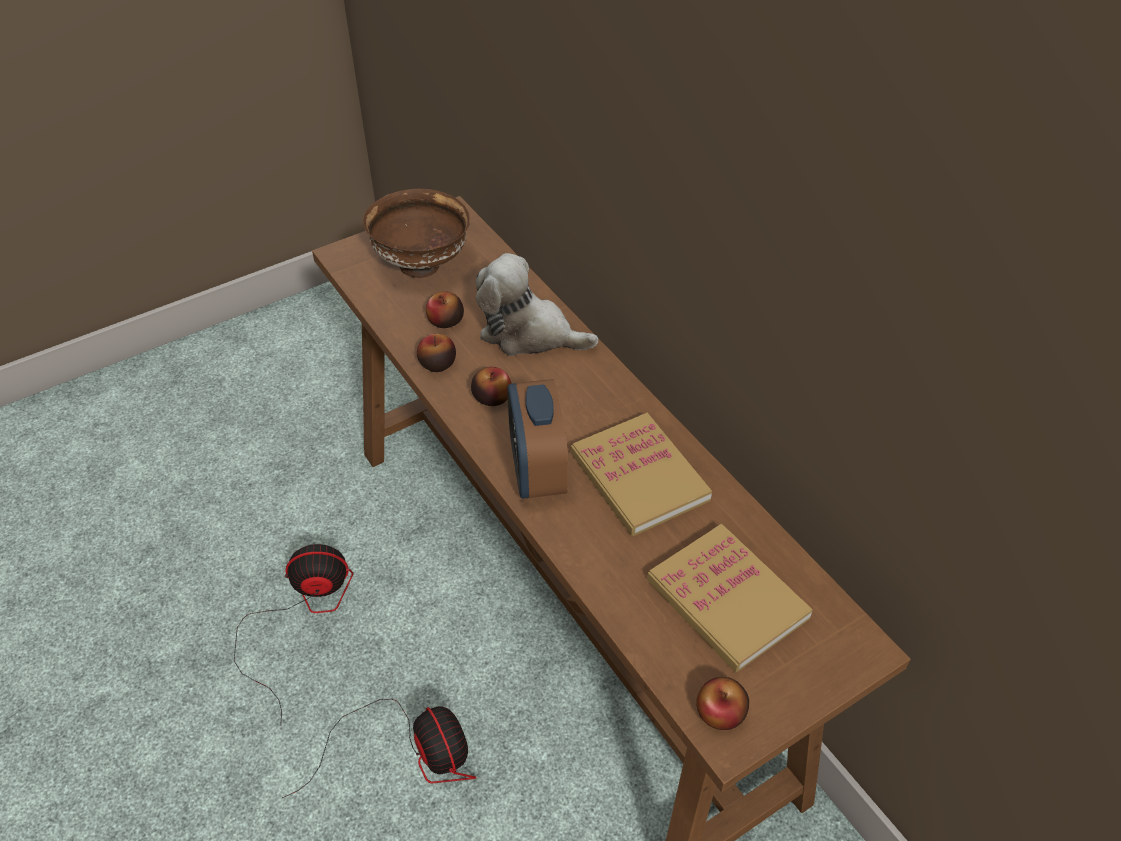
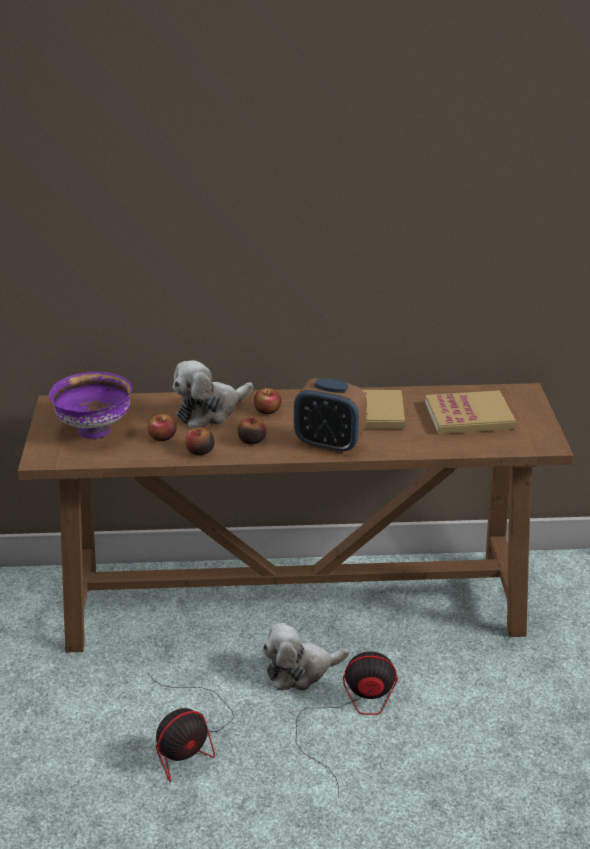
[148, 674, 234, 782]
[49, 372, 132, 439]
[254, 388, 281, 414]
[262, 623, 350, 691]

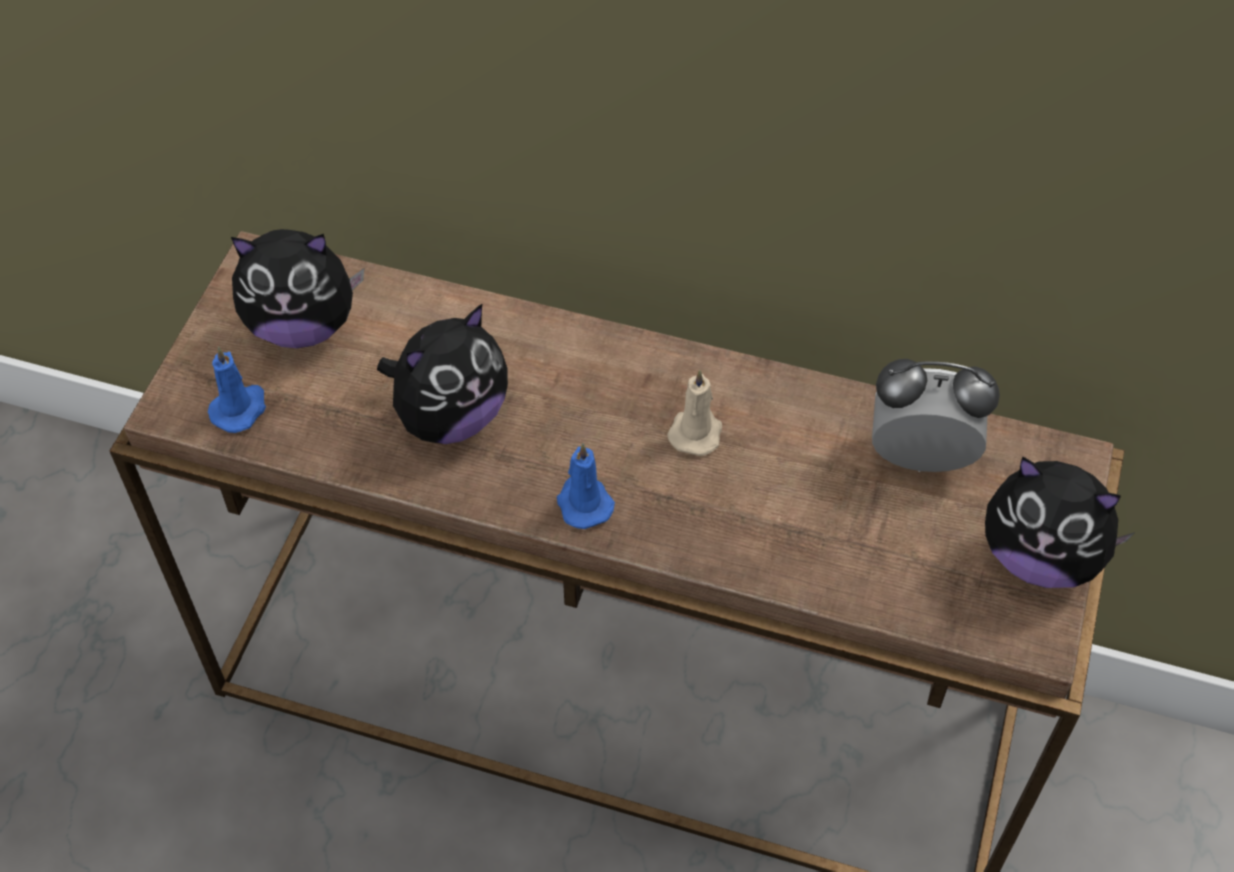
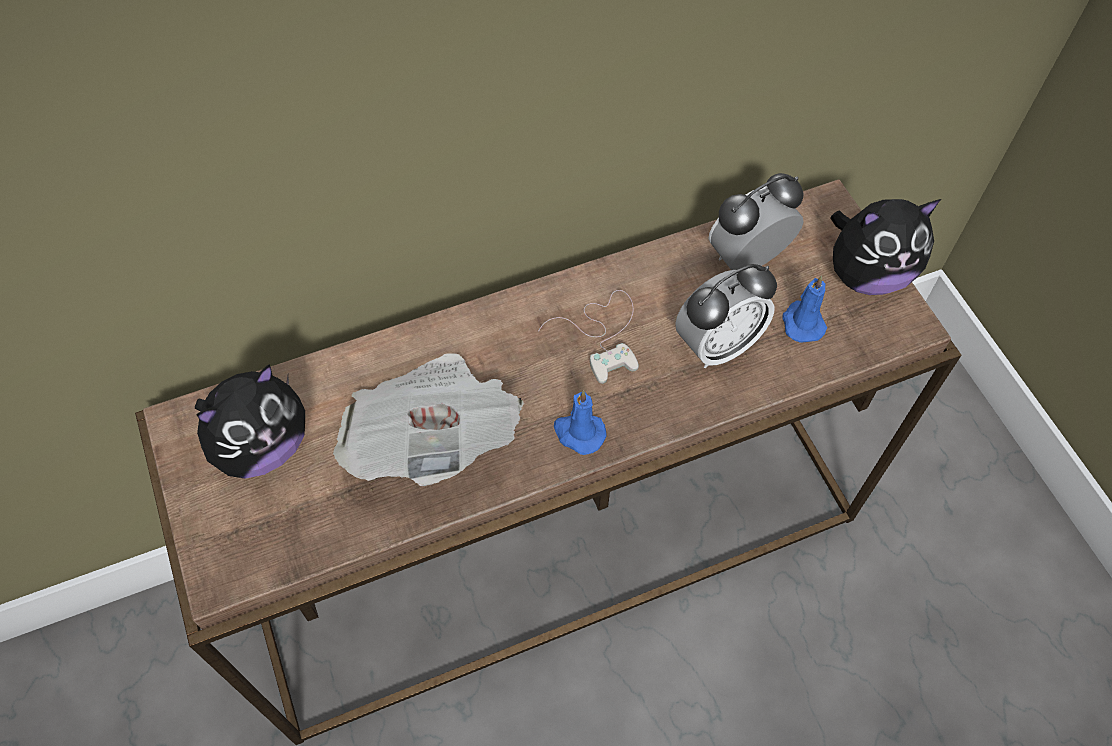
[783, 275, 827, 343]
[333, 353, 524, 486]
[539, 290, 639, 384]
[675, 264, 777, 368]

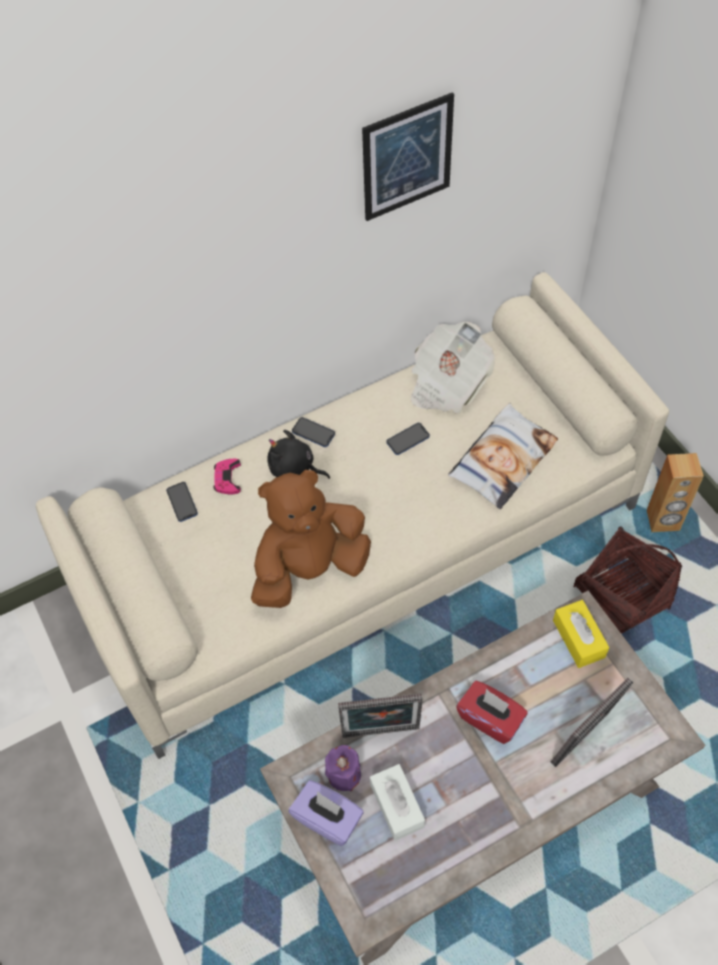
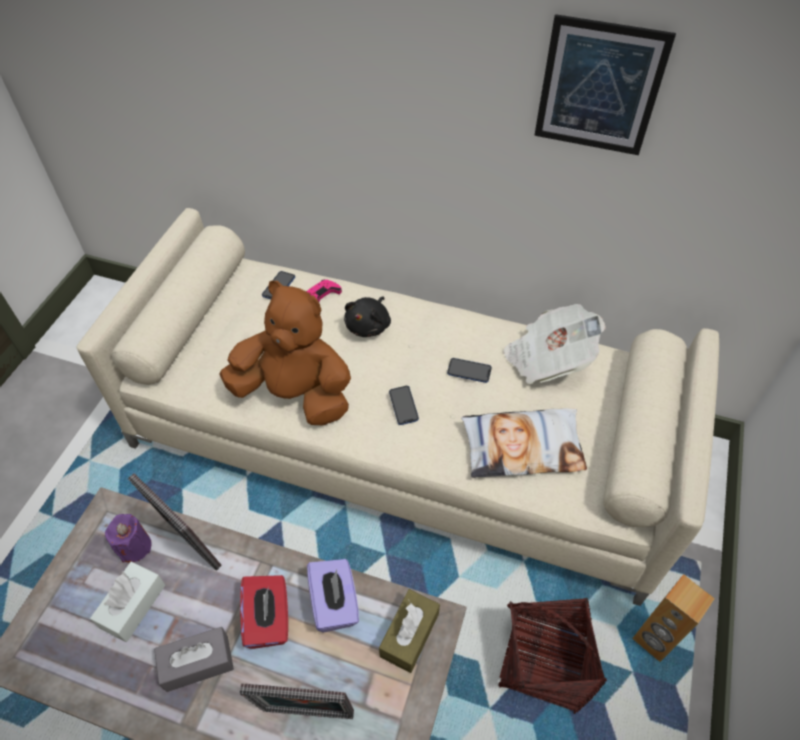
[344, 296, 391, 337]
[307, 559, 359, 633]
[389, 386, 419, 425]
[379, 589, 440, 673]
[154, 627, 234, 692]

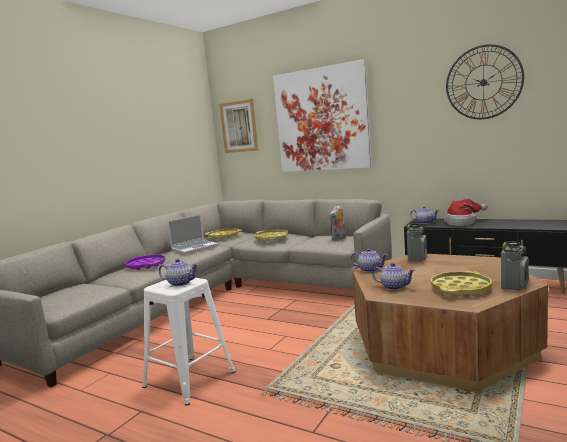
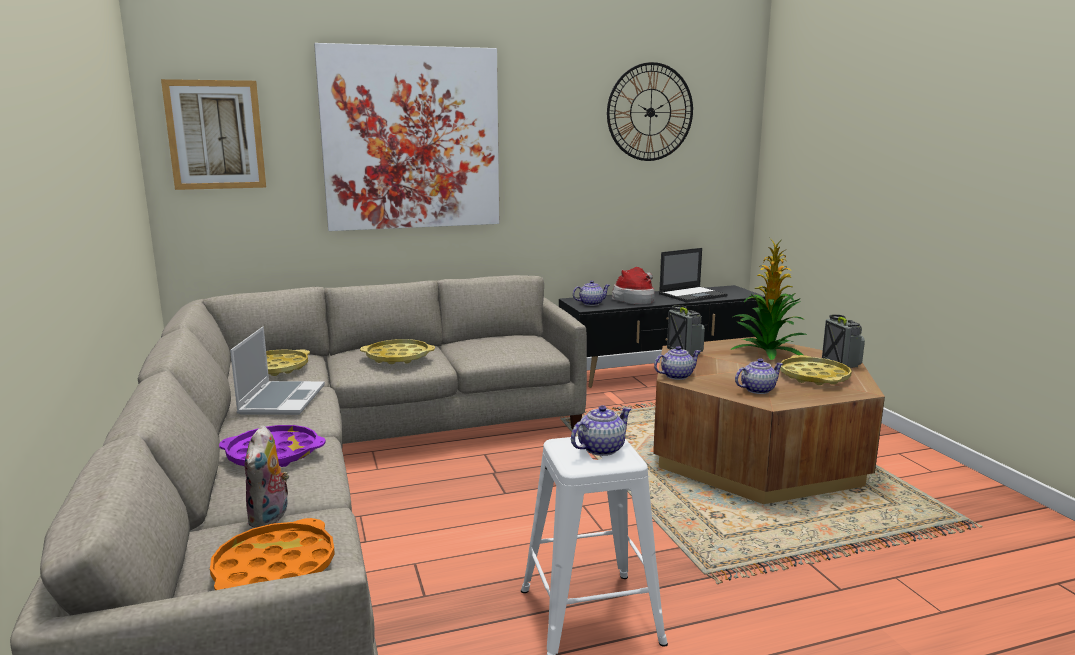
[245, 425, 289, 528]
[210, 518, 335, 590]
[659, 248, 728, 302]
[731, 240, 807, 360]

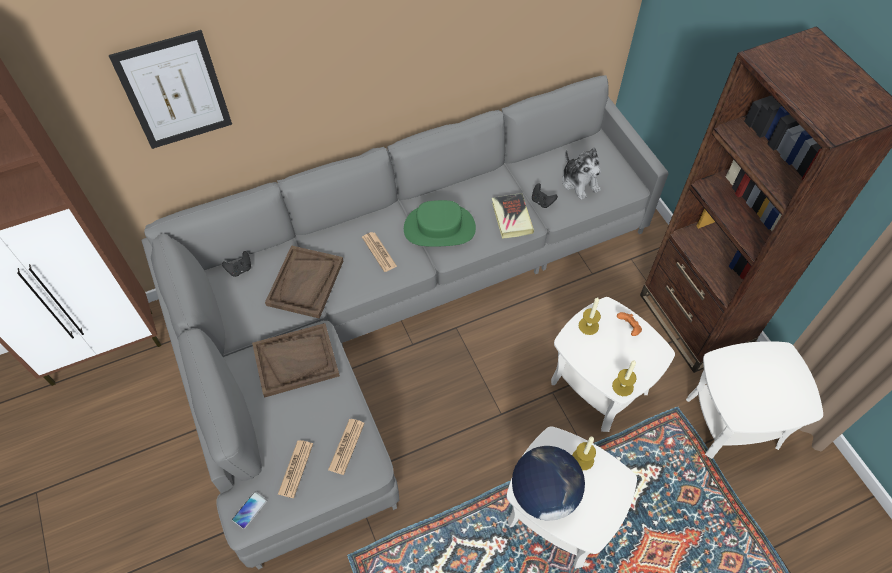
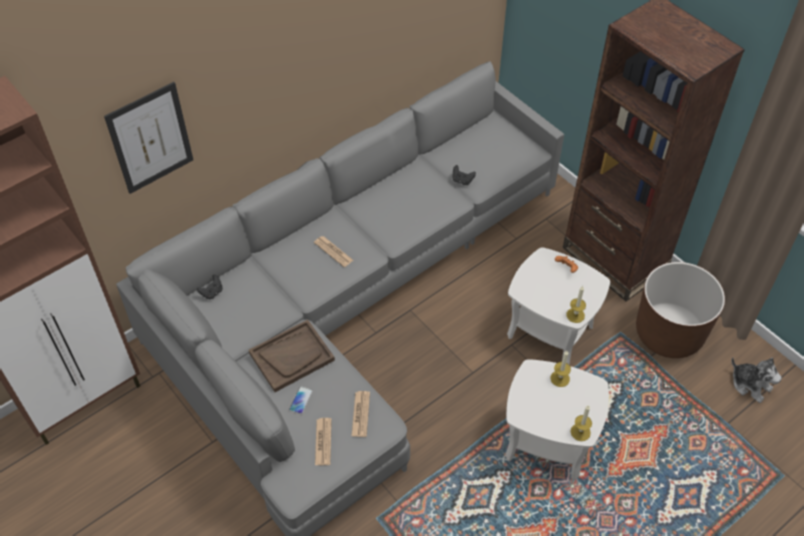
[289, 386, 313, 414]
[265, 245, 343, 319] (first image)
[404, 200, 476, 247] (first image)
[492, 193, 534, 239] (first image)
[512, 446, 585, 520] (first image)
[731, 357, 782, 403]
[570, 405, 592, 441]
[636, 262, 725, 358]

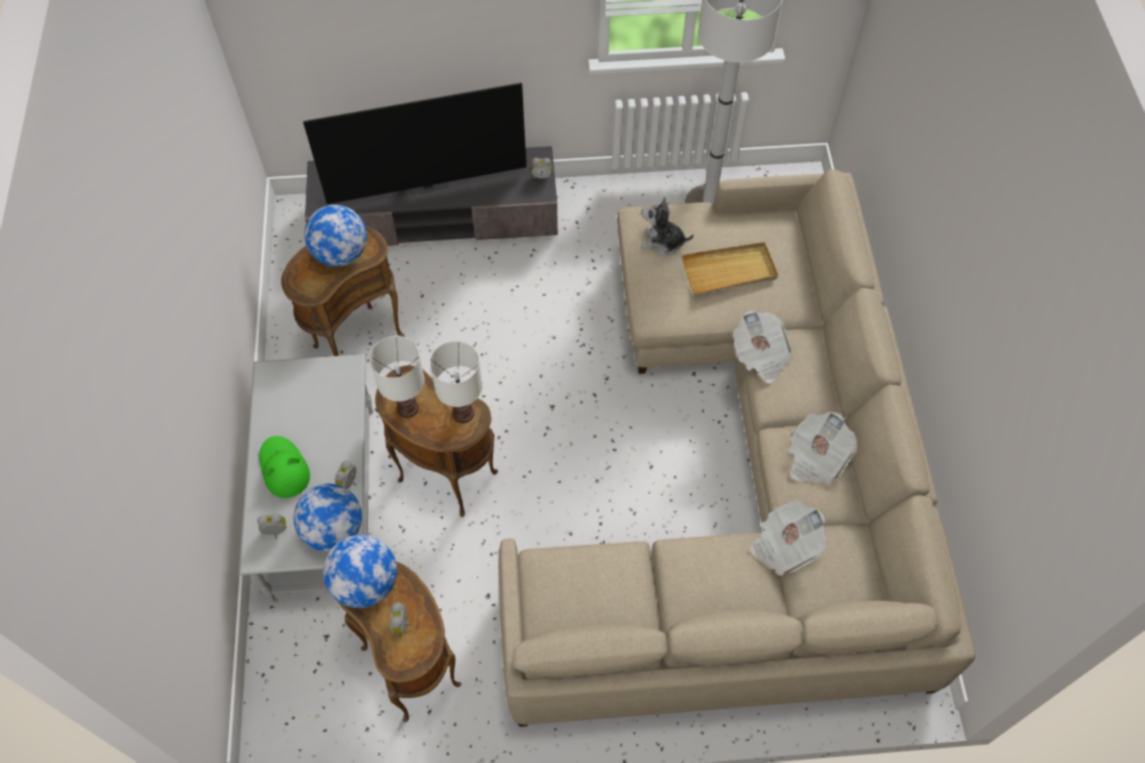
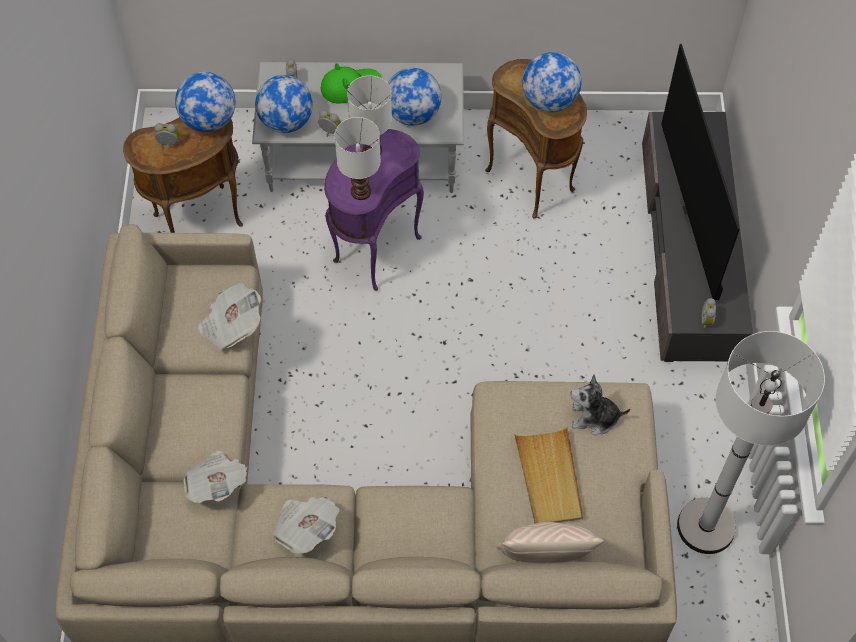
[324, 129, 424, 291]
[571, 374, 630, 435]
[198, 283, 262, 351]
[388, 68, 441, 126]
[496, 522, 604, 563]

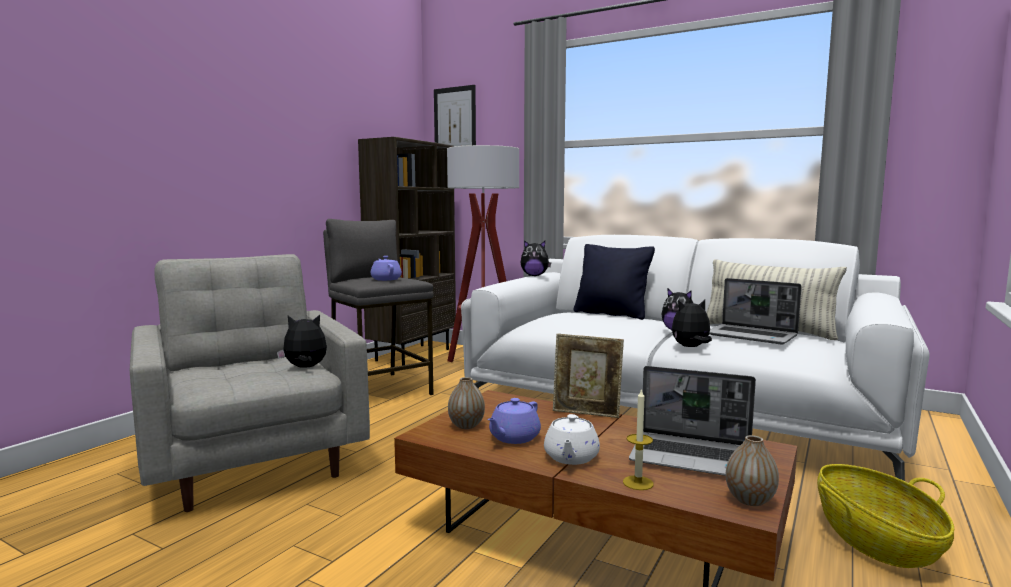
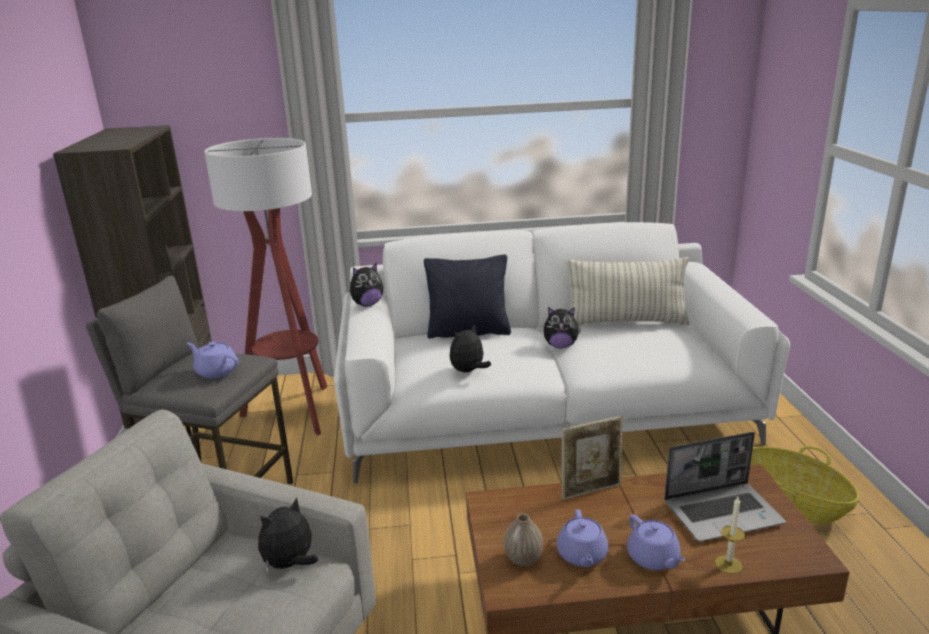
[434, 85, 476, 146] (first image)
[627, 514, 685, 570]
[449, 324, 491, 372]
[709, 278, 802, 345] (first image)
[726, 435, 779, 506] (first image)

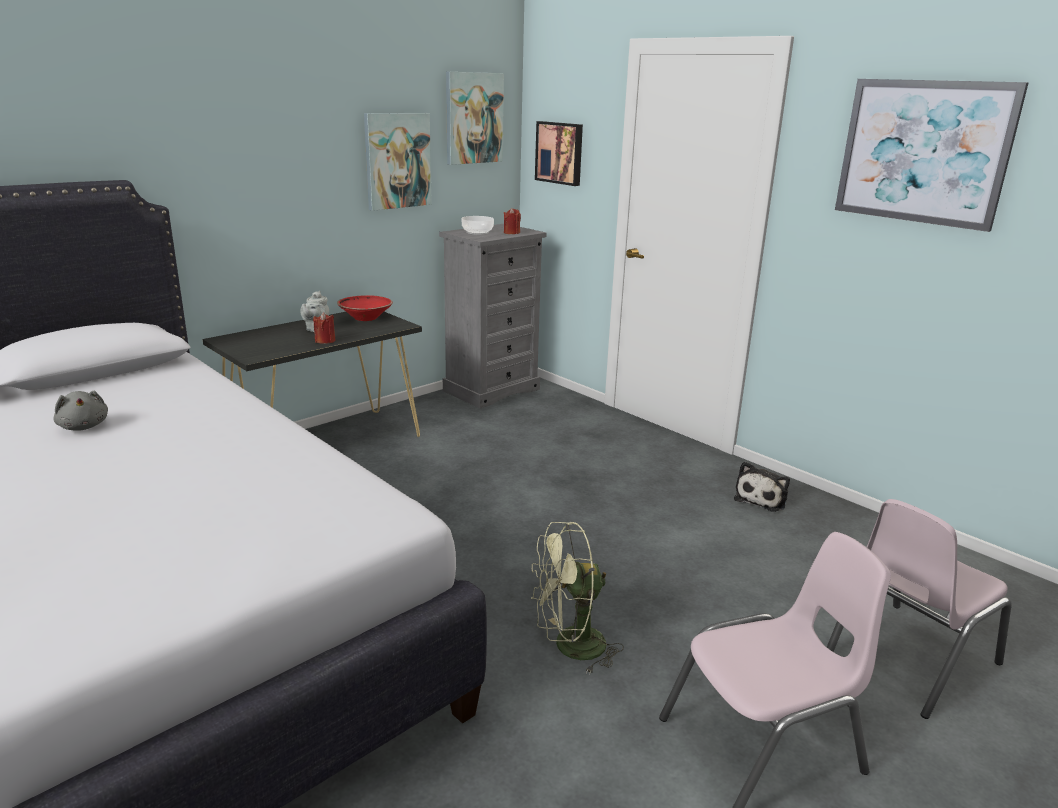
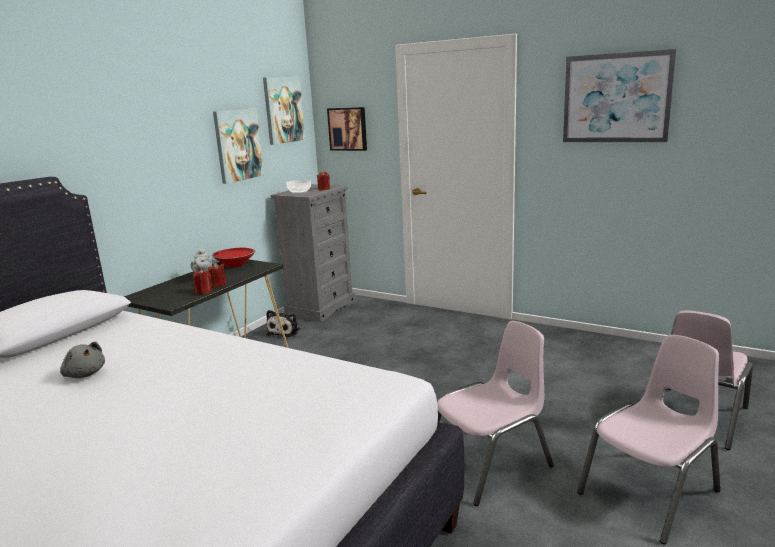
[437, 321, 554, 506]
[266, 310, 301, 337]
[193, 269, 212, 294]

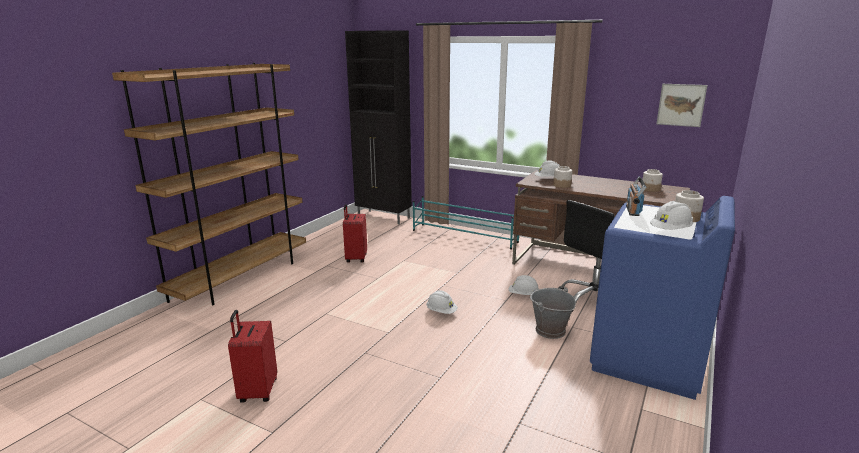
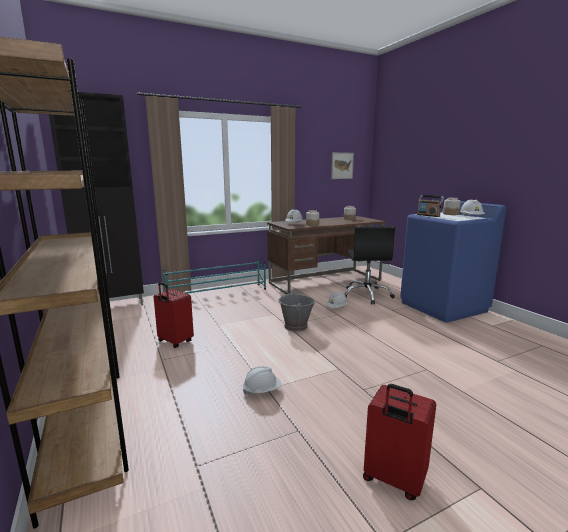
[242, 366, 281, 395]
[278, 291, 316, 332]

